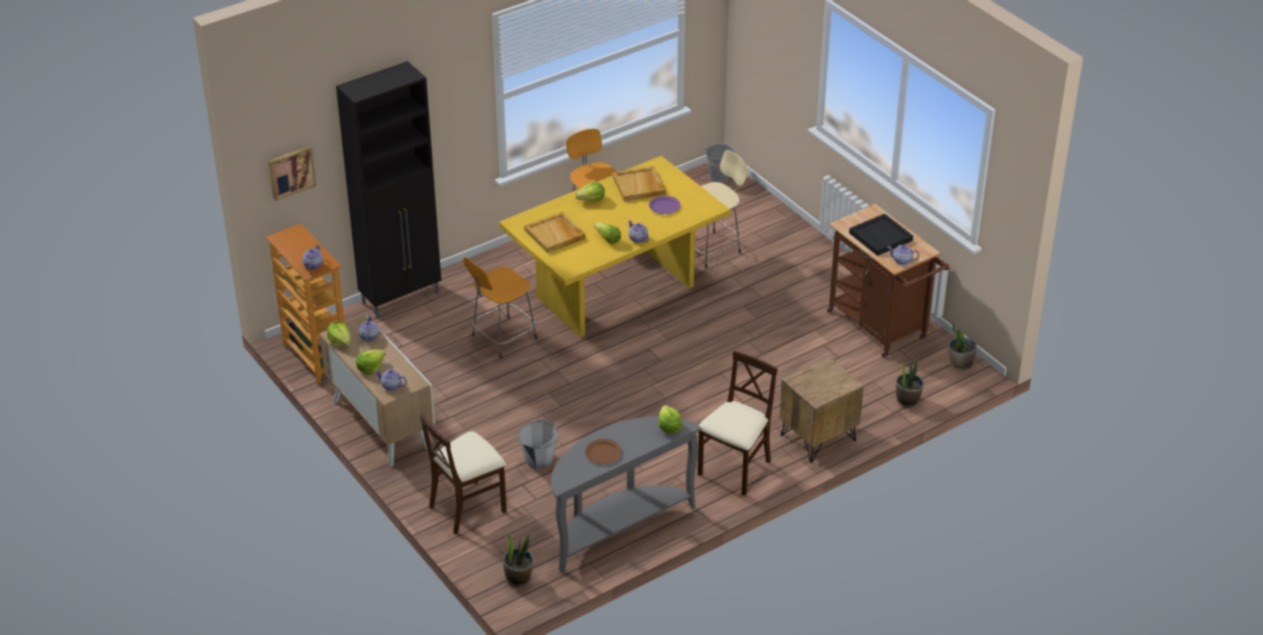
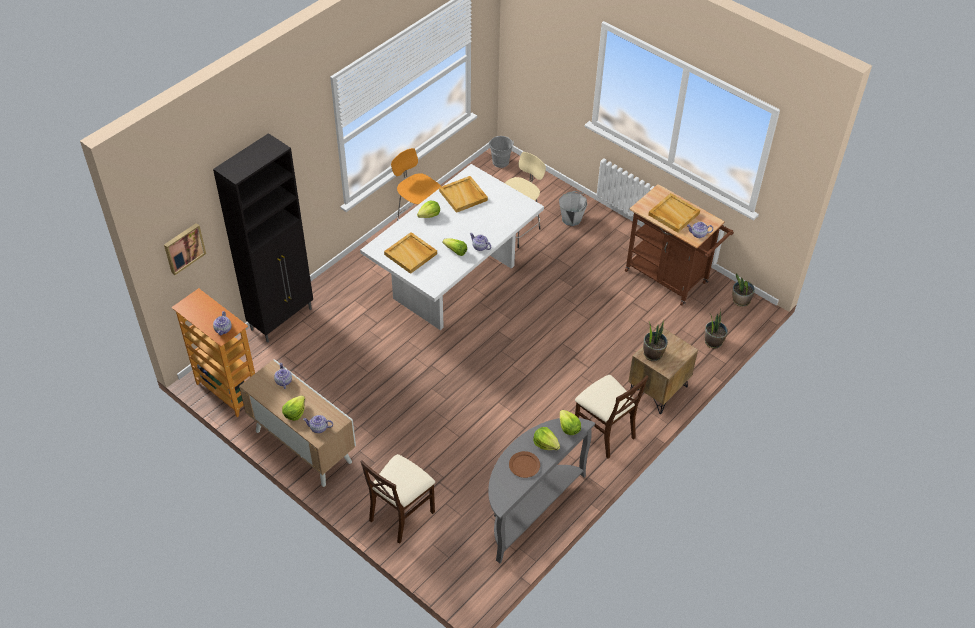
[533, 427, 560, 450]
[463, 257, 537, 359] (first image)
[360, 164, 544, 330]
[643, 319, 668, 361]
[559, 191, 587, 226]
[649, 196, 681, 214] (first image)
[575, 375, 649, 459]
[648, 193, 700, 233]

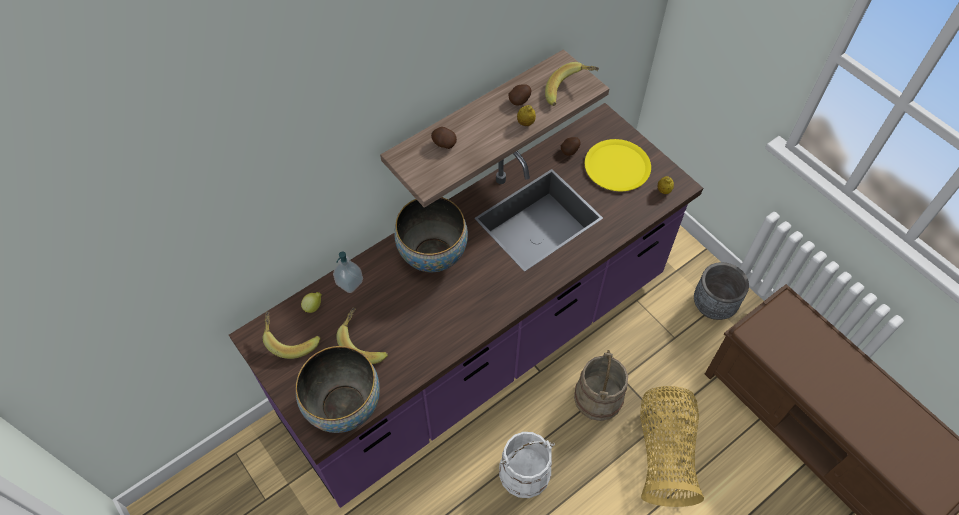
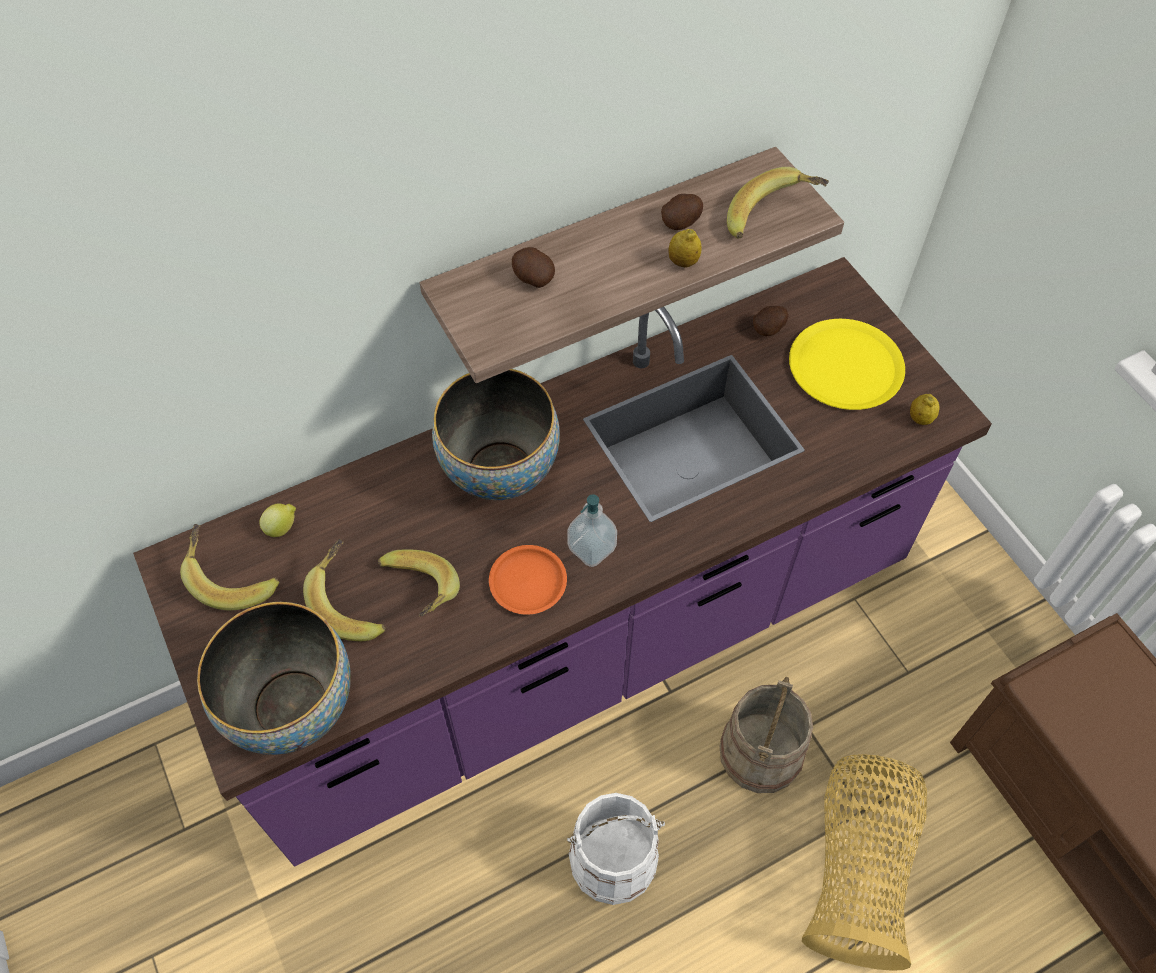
[567, 494, 617, 567]
[694, 262, 749, 320] (first image)
[378, 549, 460, 616]
[489, 545, 567, 615]

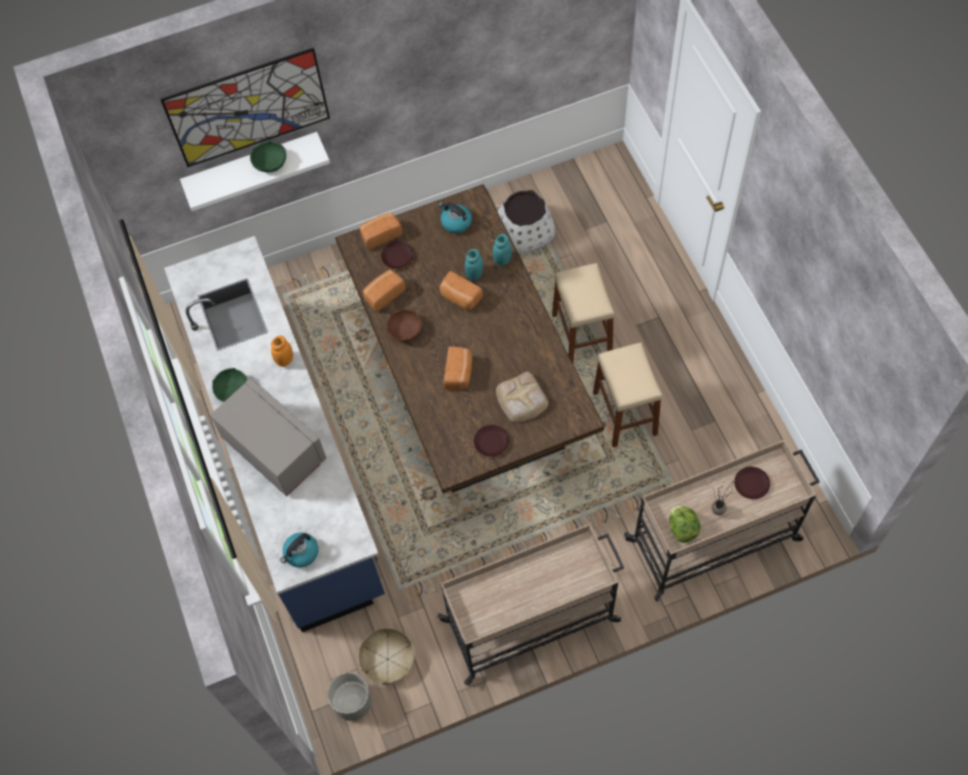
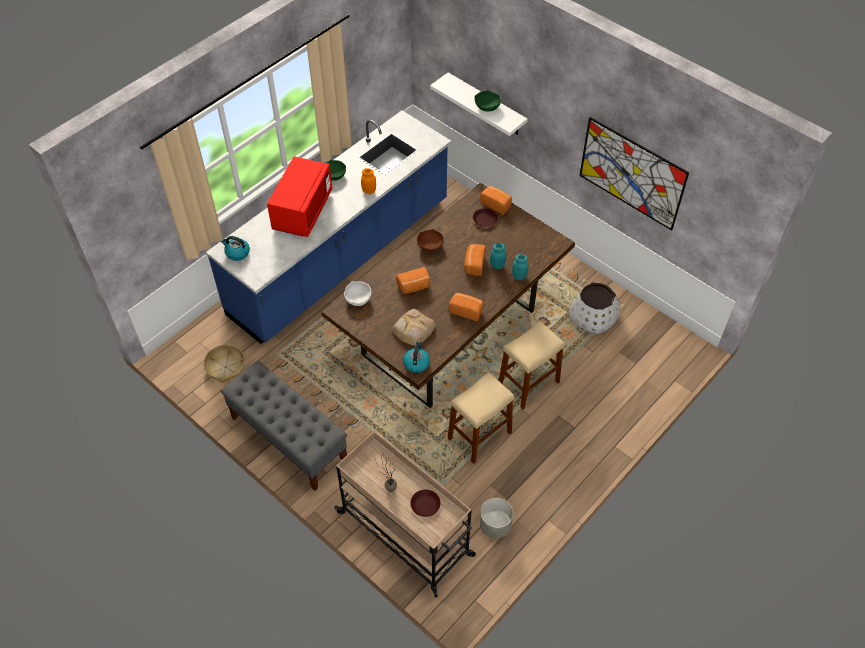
[579, 117, 689, 231]
[267, 156, 332, 237]
[480, 498, 513, 539]
[448, 293, 483, 321]
[221, 361, 347, 491]
[403, 341, 430, 373]
[474, 425, 509, 457] (first image)
[669, 505, 701, 543] (first image)
[344, 281, 371, 306]

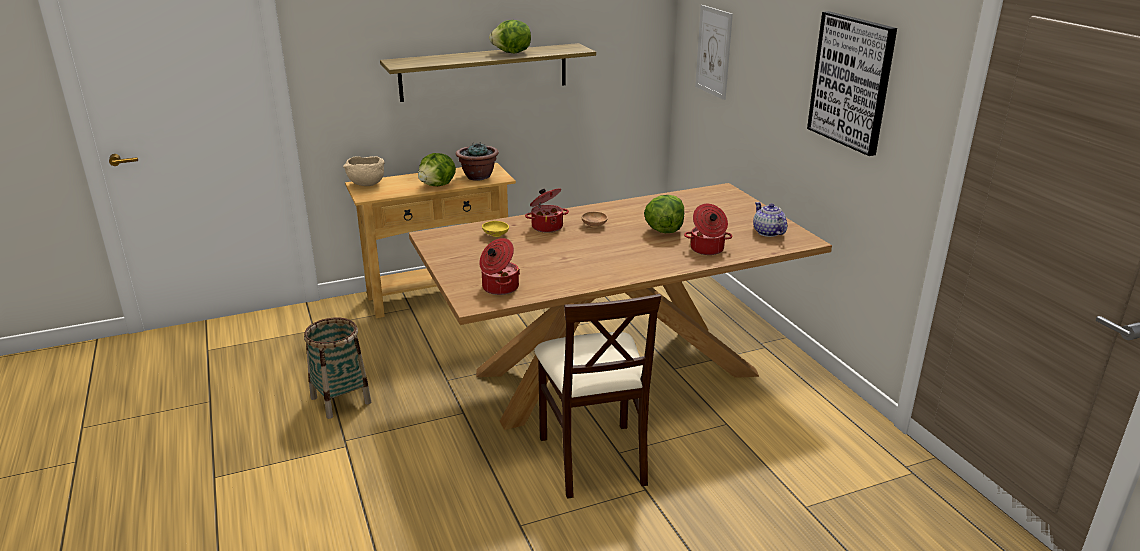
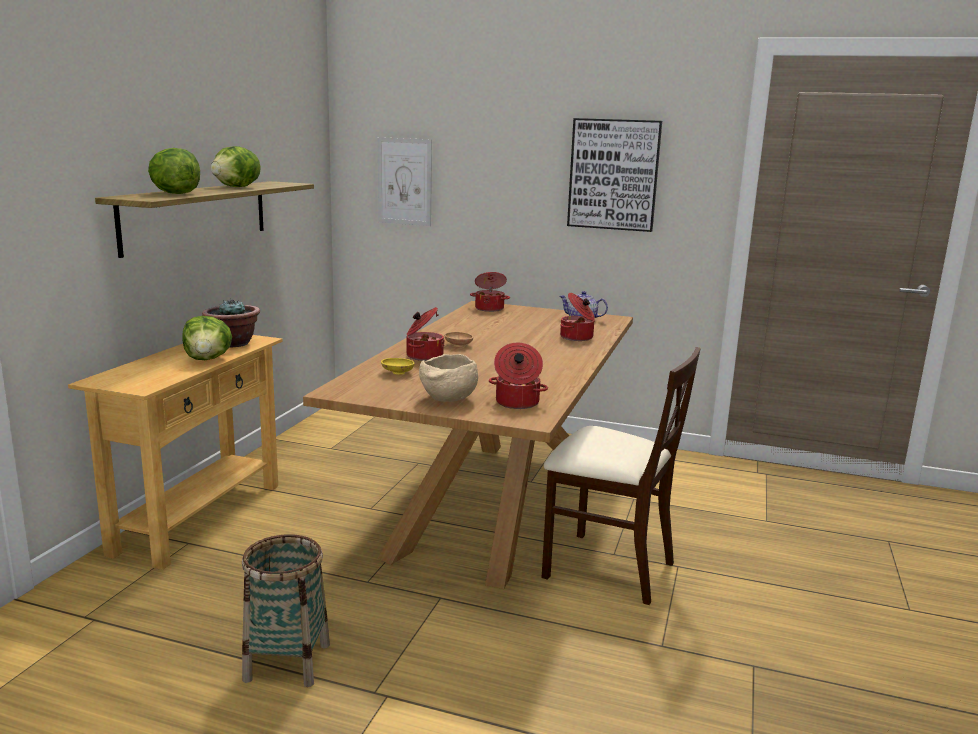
[419, 354, 478, 402]
[148, 148, 200, 194]
[470, 272, 510, 312]

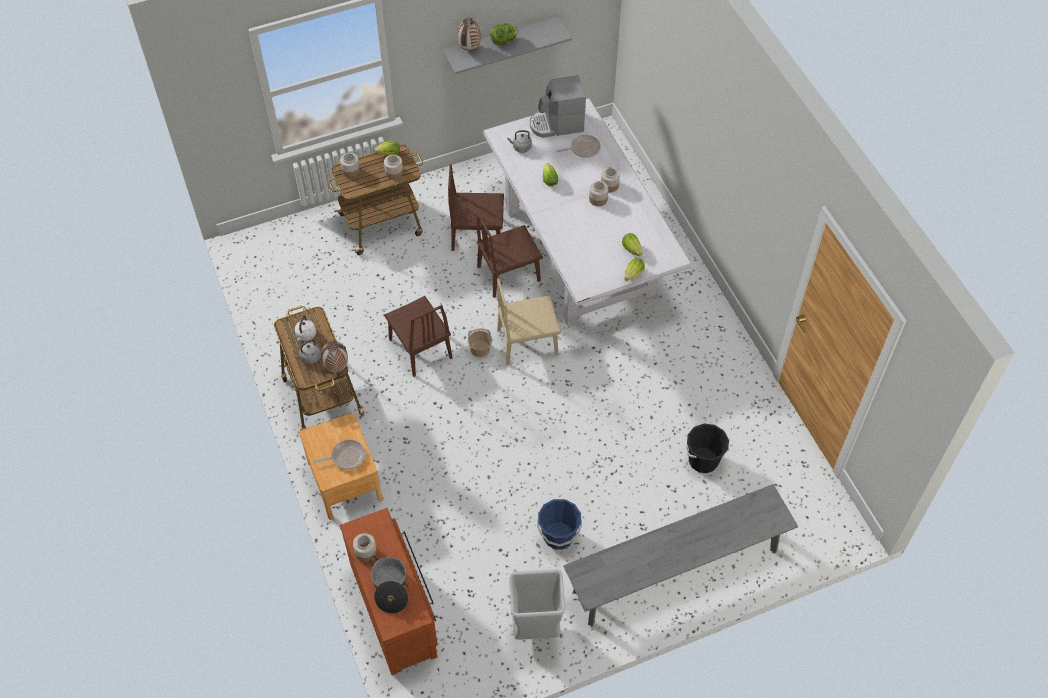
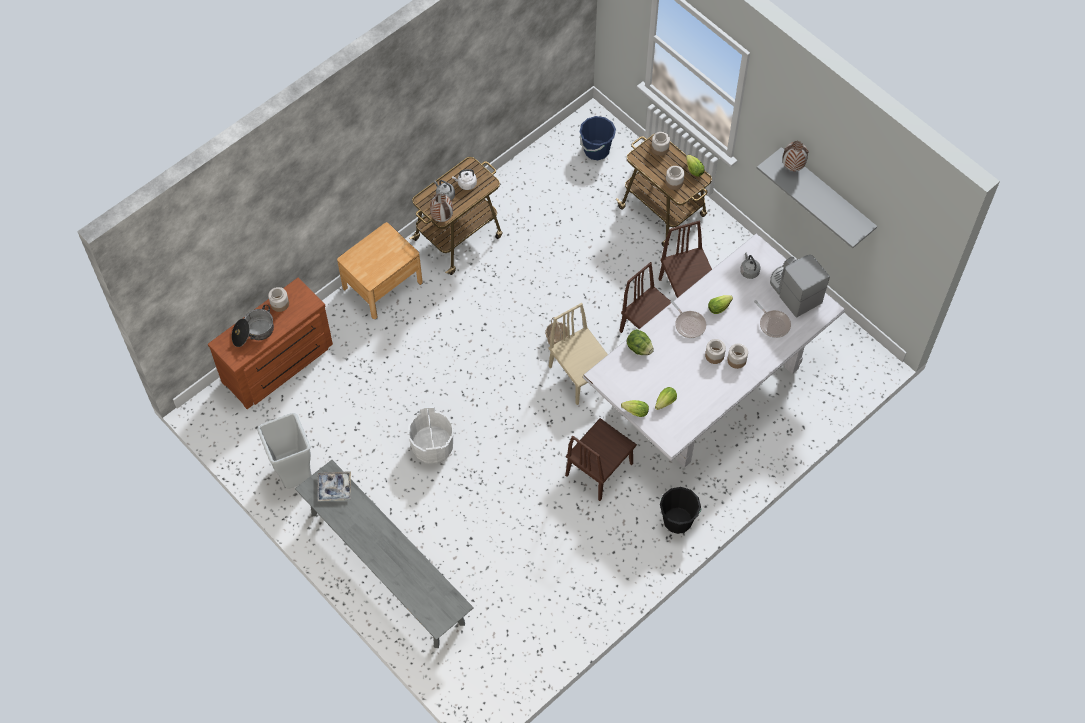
[671, 300, 706, 338]
[565, 418, 637, 501]
[626, 329, 654, 355]
[580, 116, 616, 160]
[660, 487, 702, 534]
[317, 471, 351, 501]
[408, 407, 454, 464]

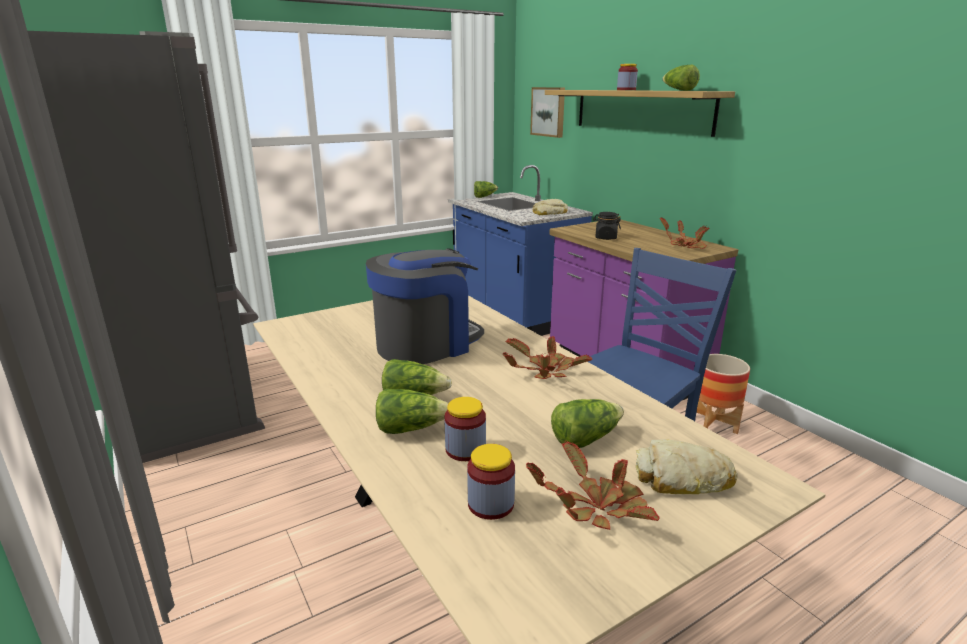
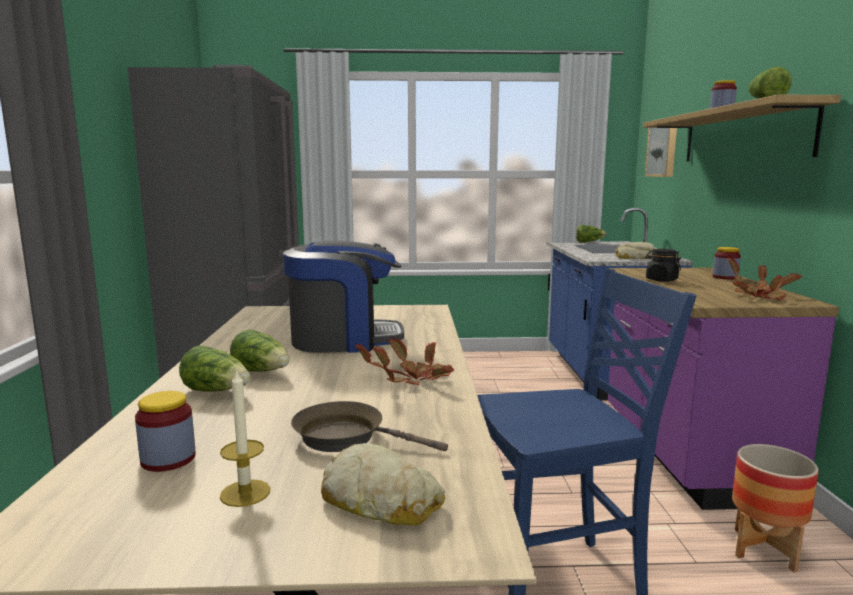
[712, 247, 741, 280]
[220, 368, 270, 507]
[291, 401, 448, 452]

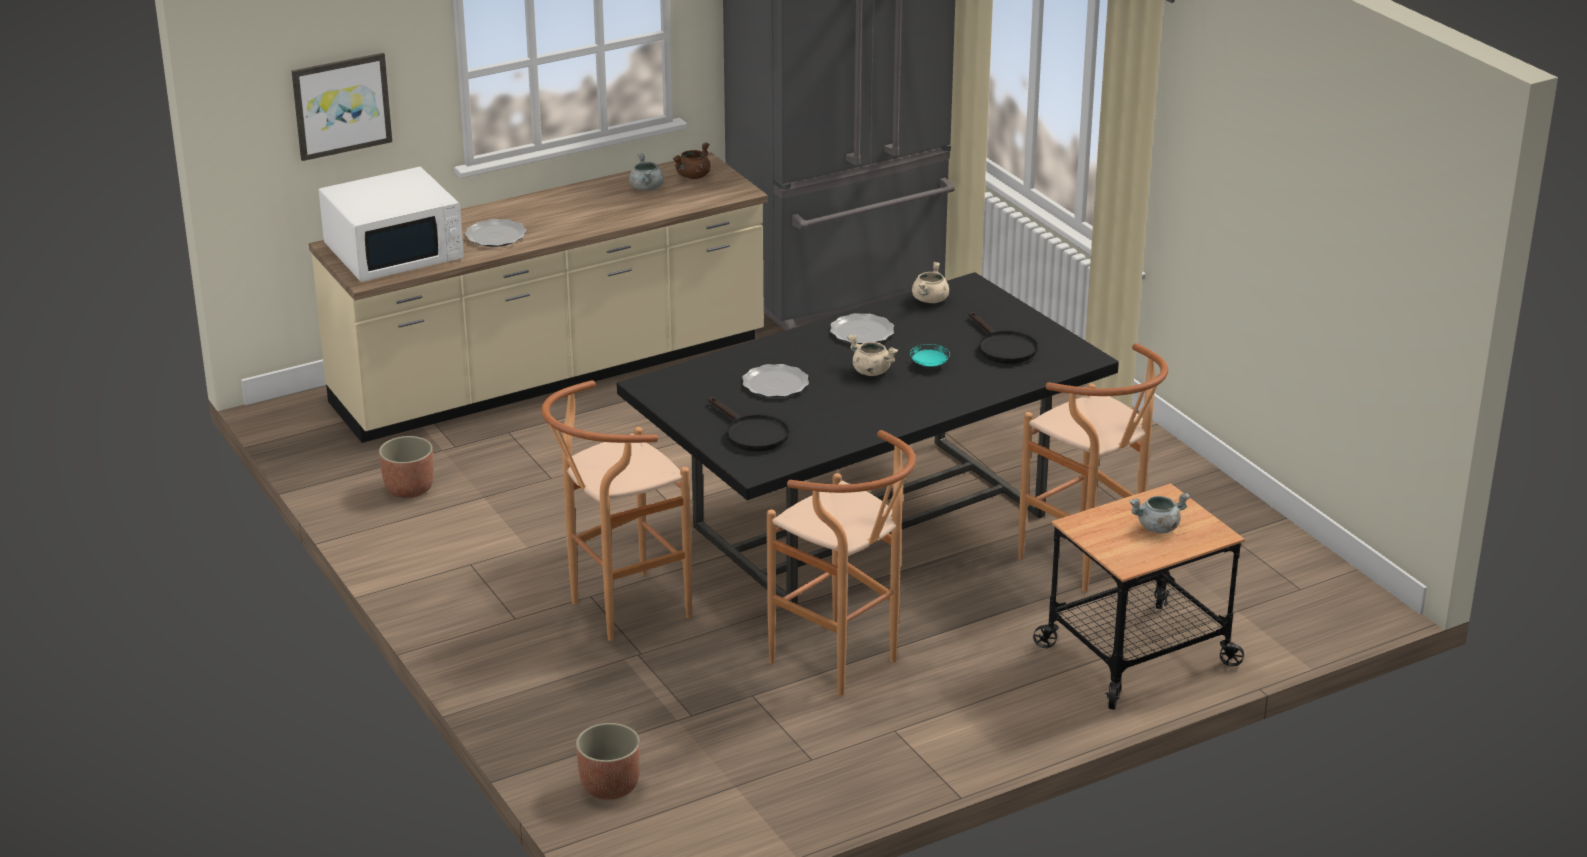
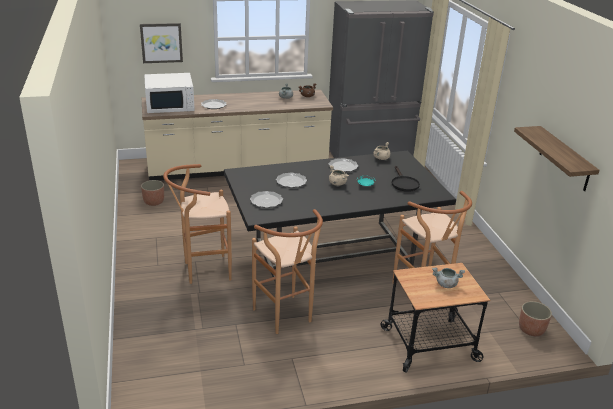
[519, 301, 552, 336]
[250, 191, 283, 208]
[514, 126, 600, 191]

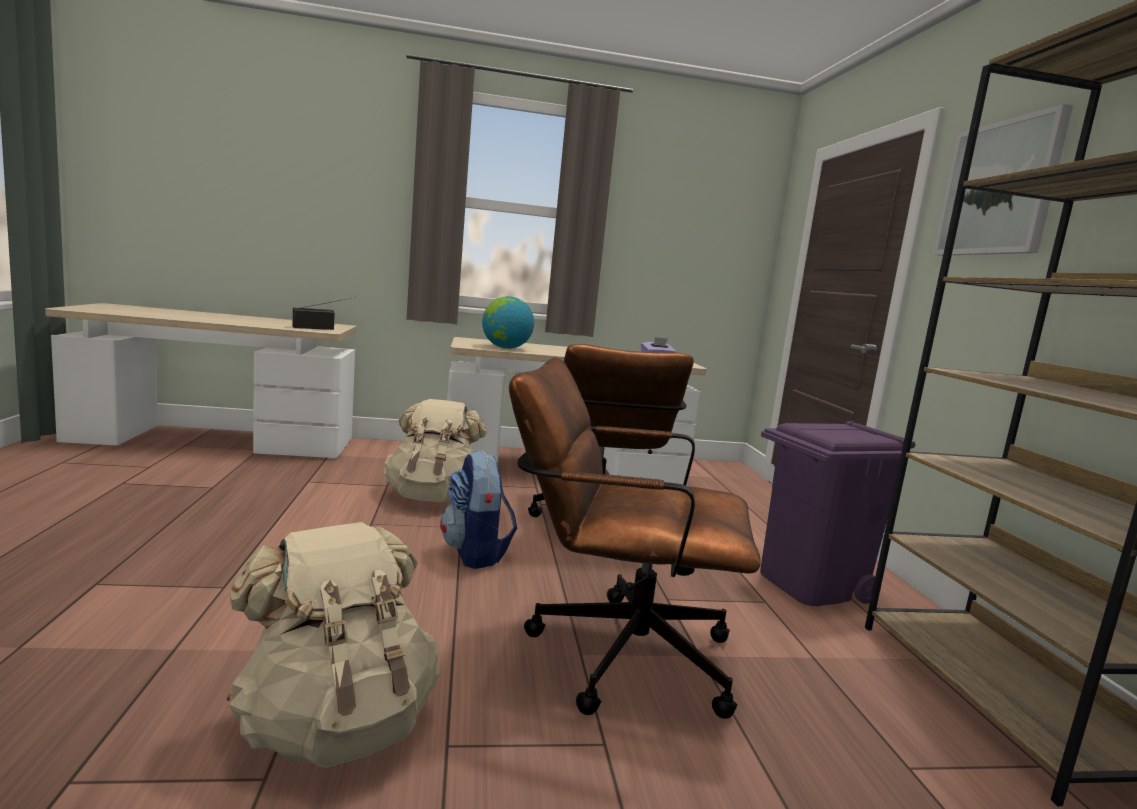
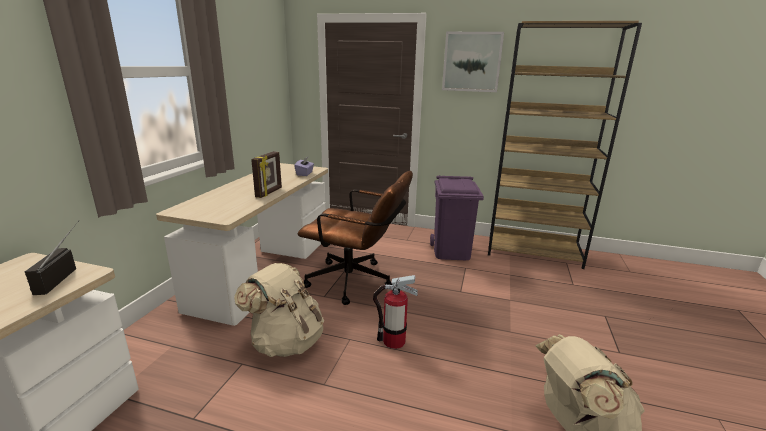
[373, 275, 418, 349]
[482, 296, 534, 349] (first image)
[509, 357, 761, 719] (first image)
[251, 151, 282, 198]

